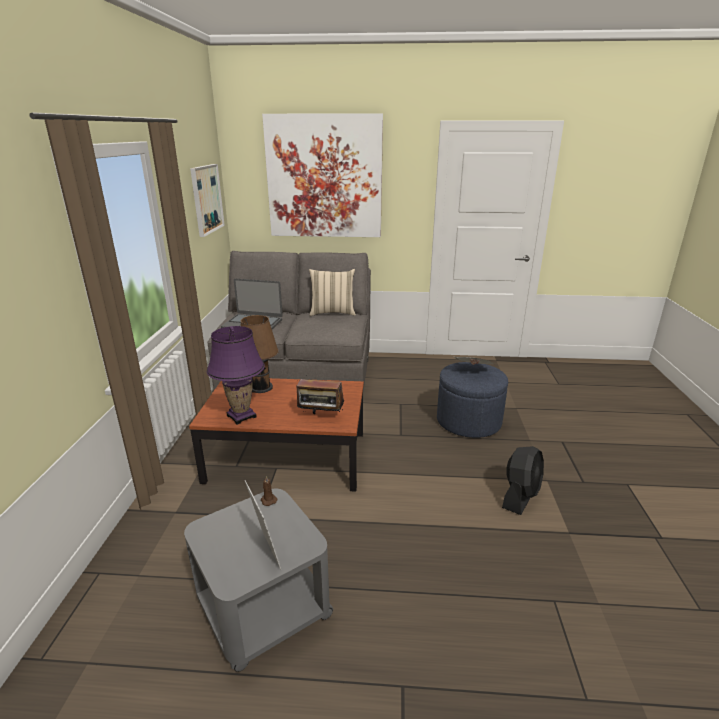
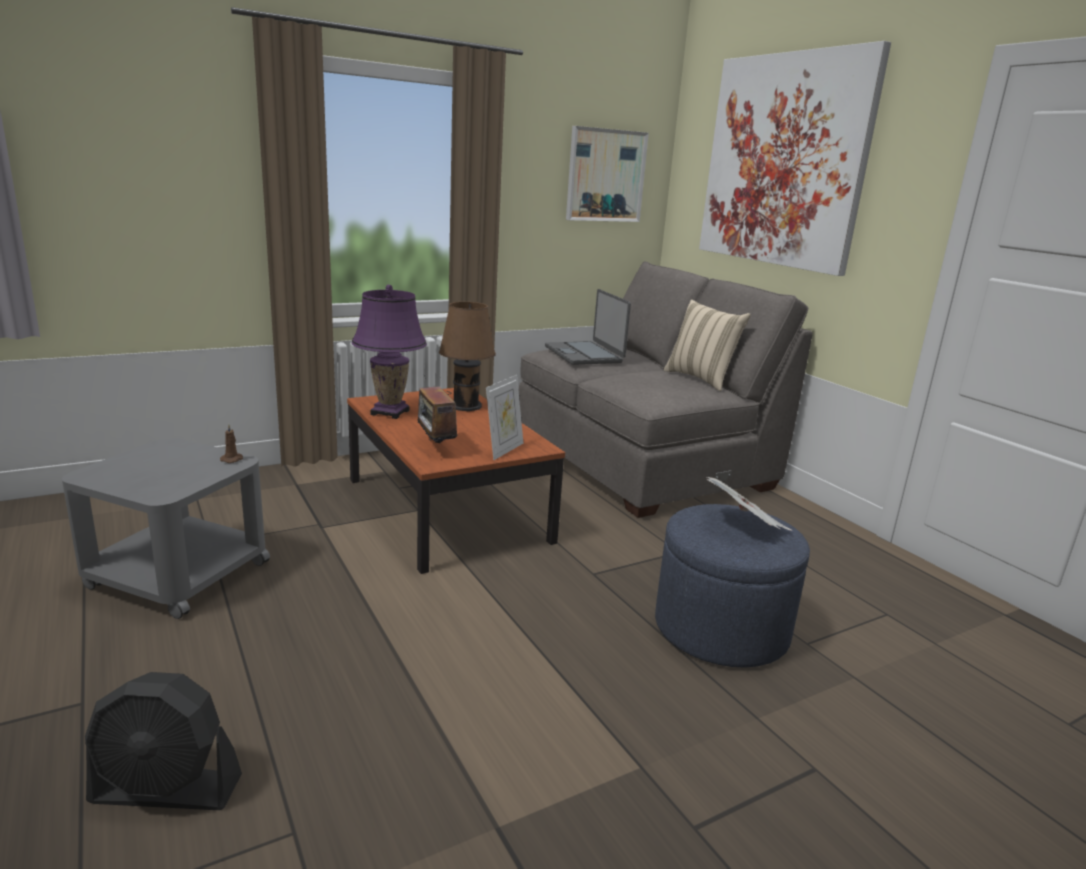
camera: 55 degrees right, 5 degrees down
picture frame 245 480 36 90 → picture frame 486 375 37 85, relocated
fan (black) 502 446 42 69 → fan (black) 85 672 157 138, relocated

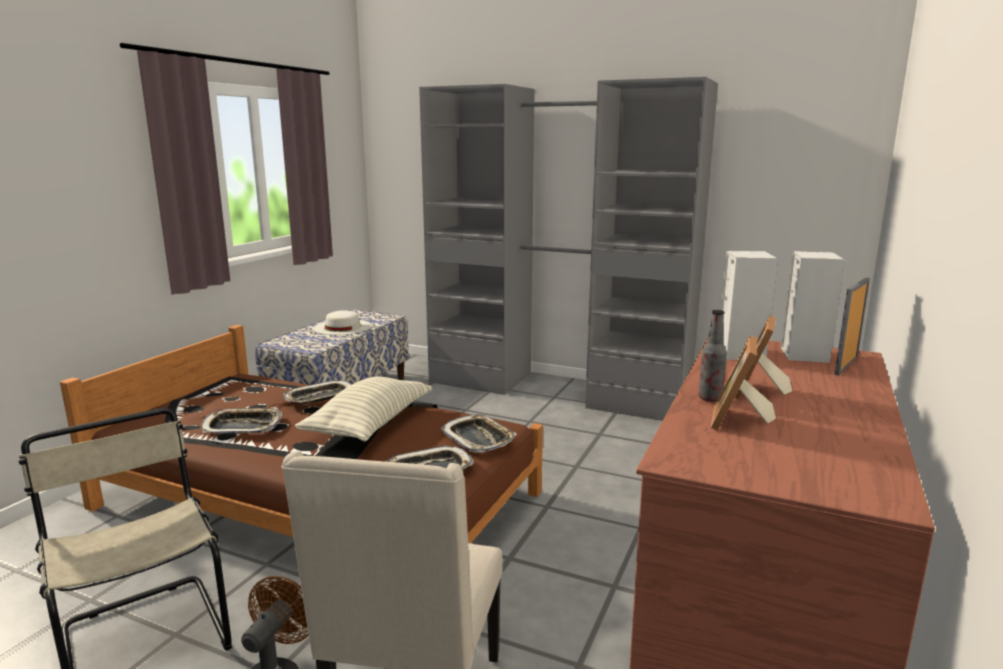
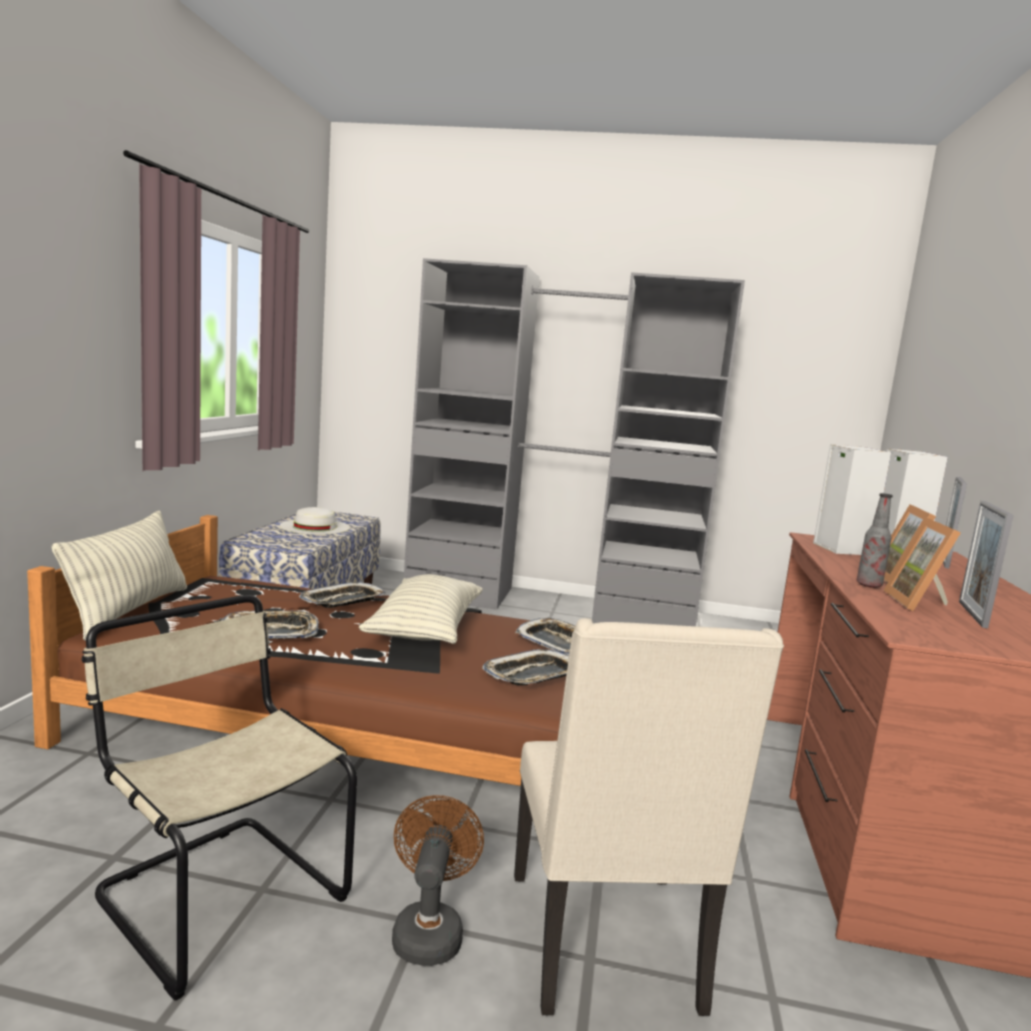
camera: 15 degrees left, 5 degrees down
- → pillow 52 510 135 131
- → picture frame 959 501 54 127

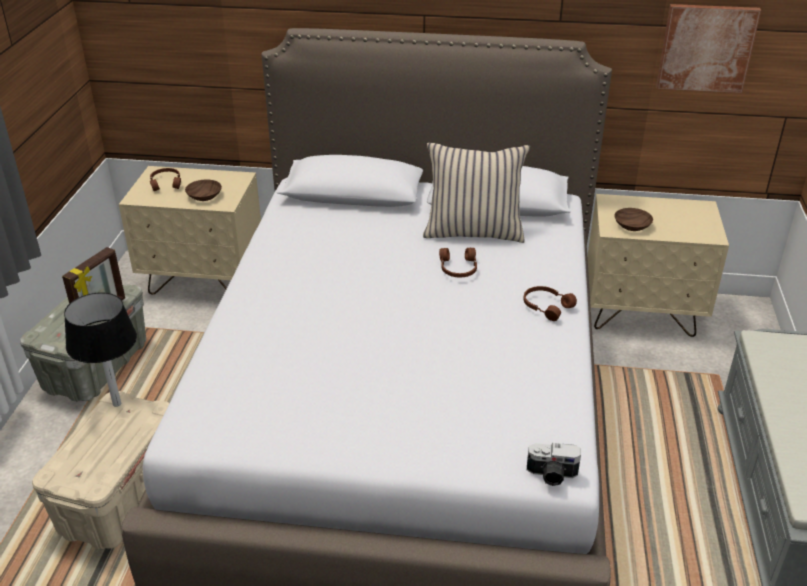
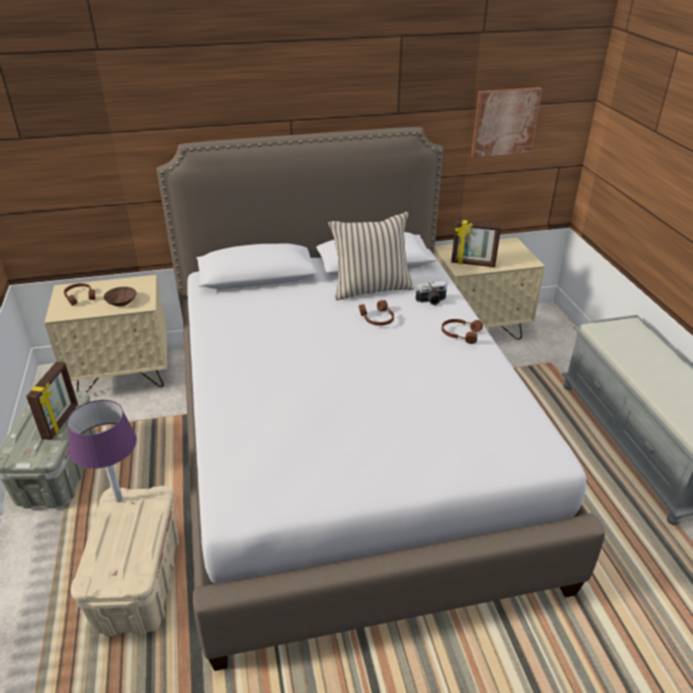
camera: 20 degrees left, 0 degrees up
photo camera 527 443 54 43 → photo camera 416 280 31 25, relocated
bowl (brown) 614 208 39 23 → picture frame 451 219 50 48
table lamp (black) 64 292 73 115 → table lamp (purple) 67 400 70 102

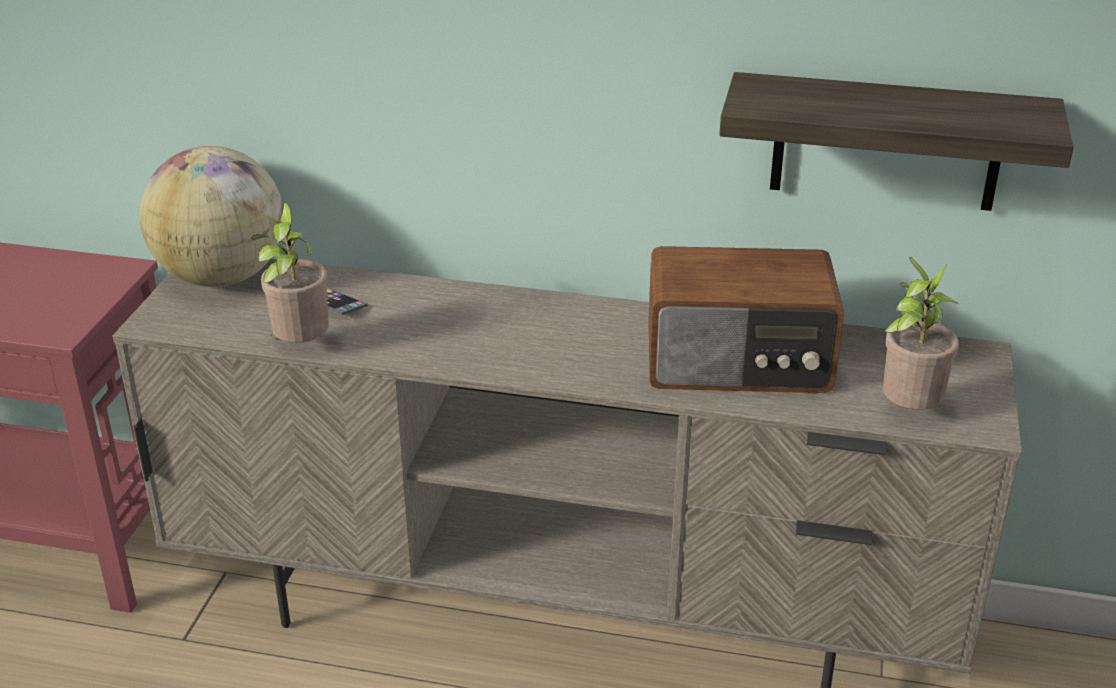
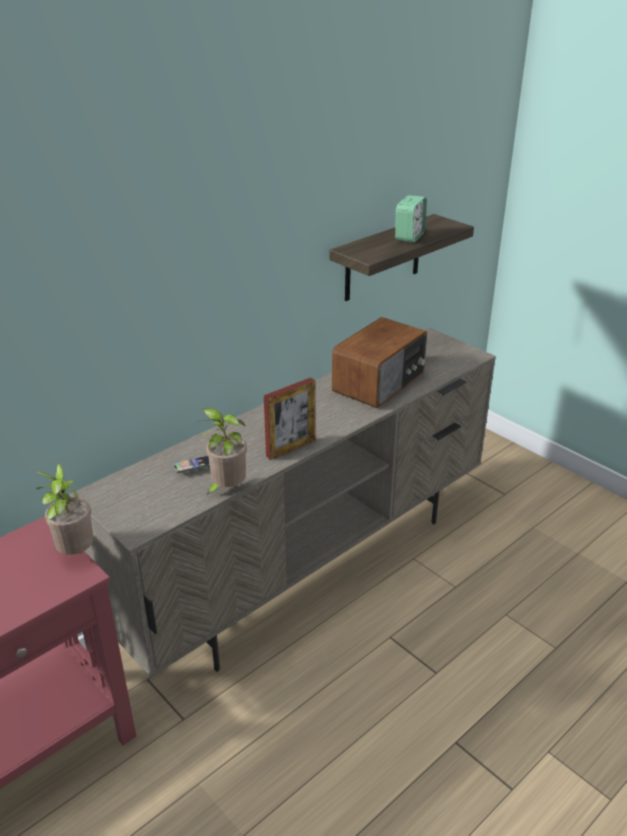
camera: 55 degrees left, 0 degrees up
globe 140 146 144 141 → -
- → picture frame 264 377 52 83
- → alarm clock 395 195 32 48
potted plant 883 257 76 153 → potted plant 35 463 58 92, relocated

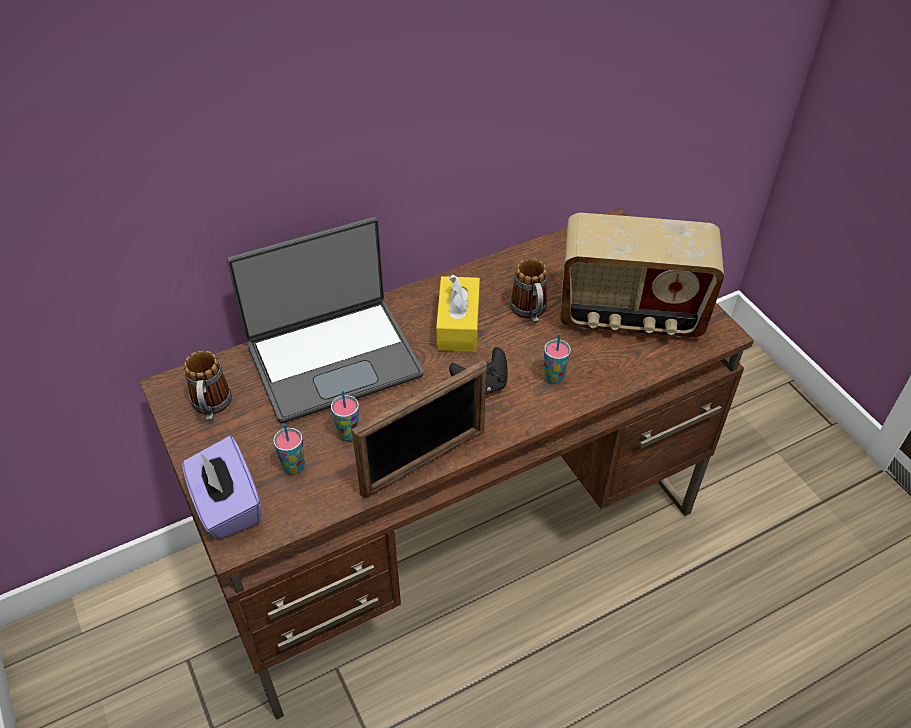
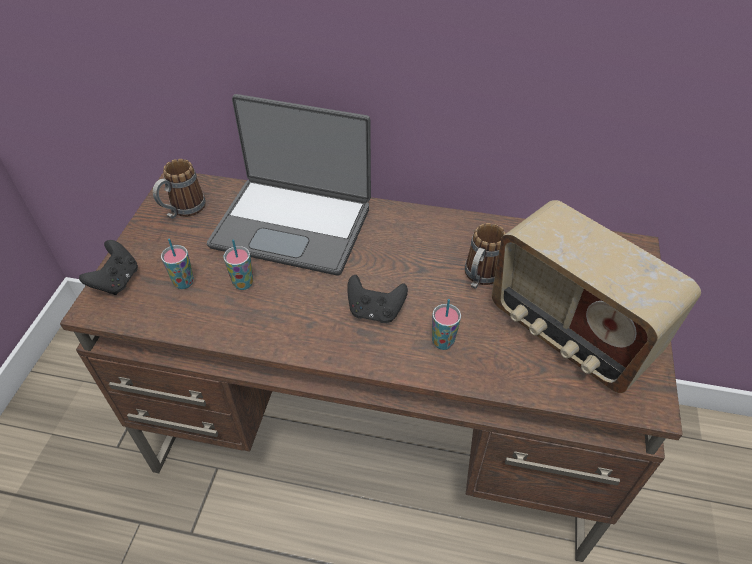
camera: 40 degrees right, 0 degrees up
picture frame 352 360 135 139 → -
tissue box (yellow) 436 275 44 77 → -
tissue box (purple) 182 436 80 103 → game controller (black) 79 240 59 55

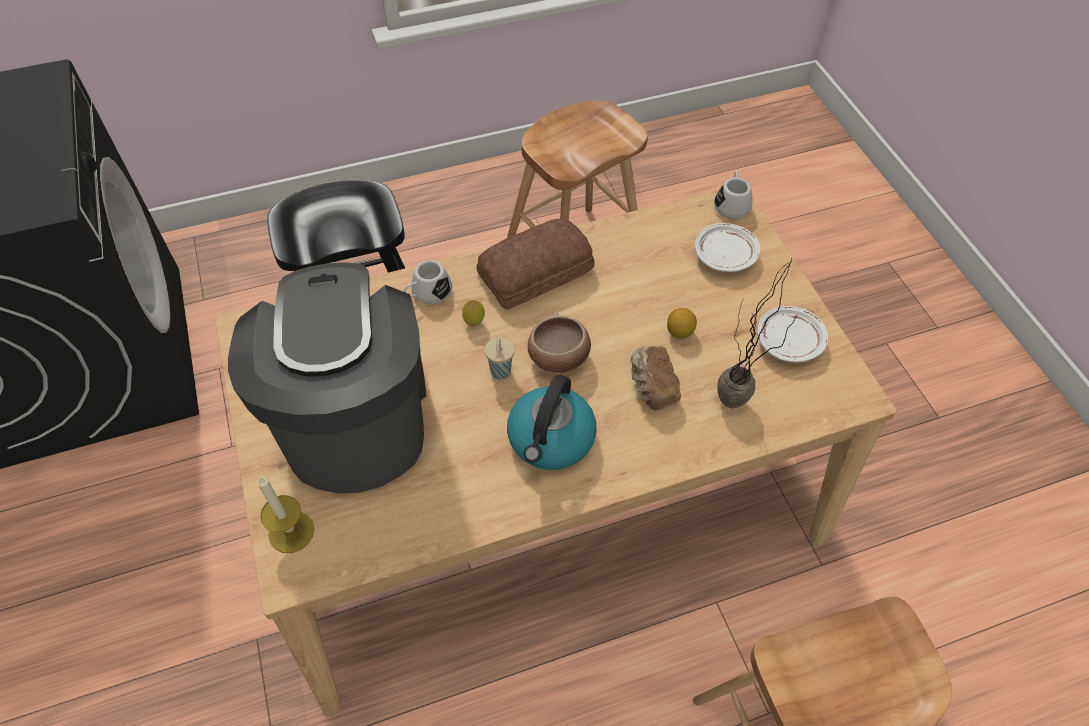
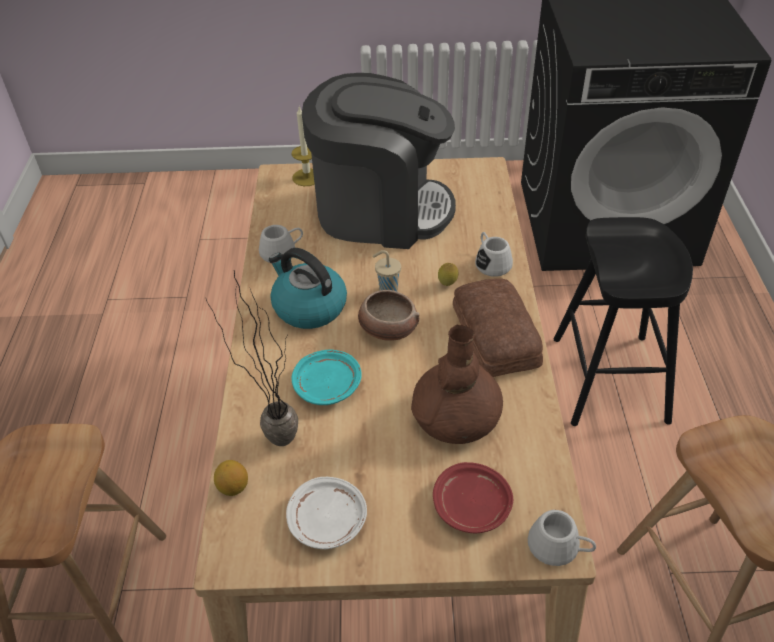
camera: 110 degrees right, 10 degrees down
- → mug (white) 259 225 44 38
- → vase (brown) 411 325 92 119
lemon 667 308 30 31 → lemon 214 460 34 36, relocated
bread 630 346 51 64 → plate (turquoise) 291 350 71 55
plate (white) 695 223 65 49 → plate (red) 433 462 80 72

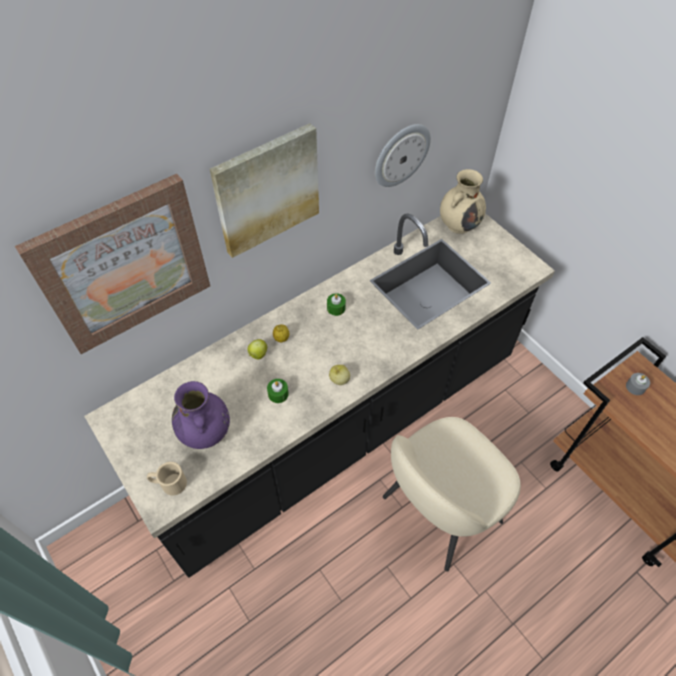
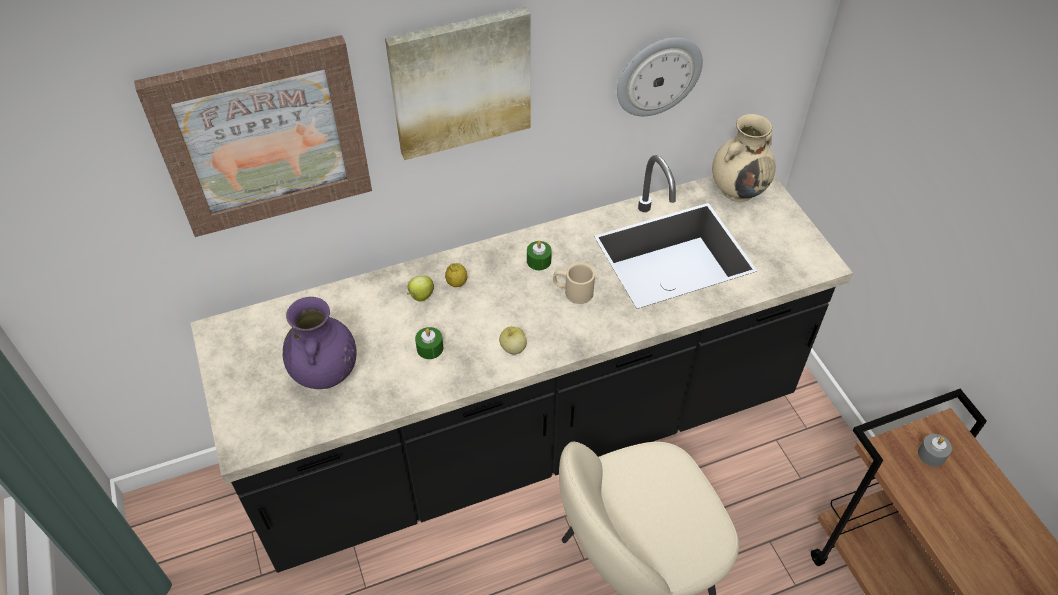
camera: 15 degrees right, 5 degrees down
mug (beige) 147 462 40 34 → mug (beige) 553 263 42 41, relocated

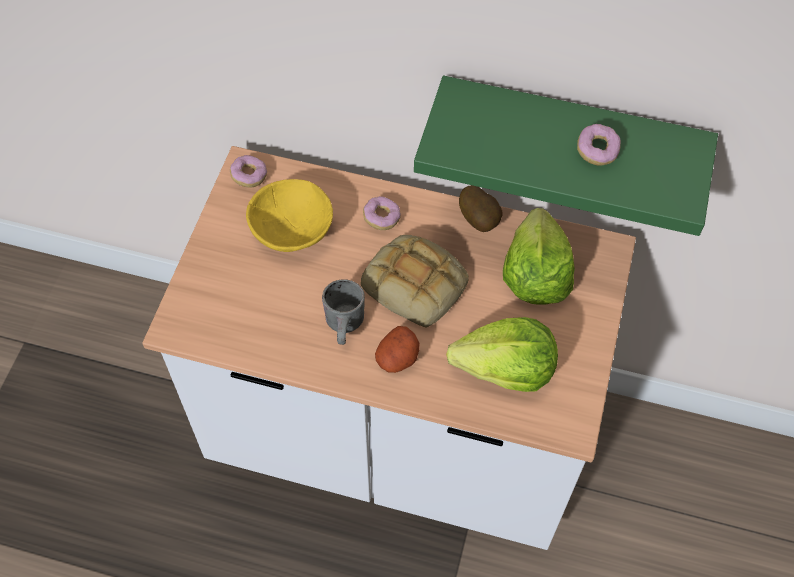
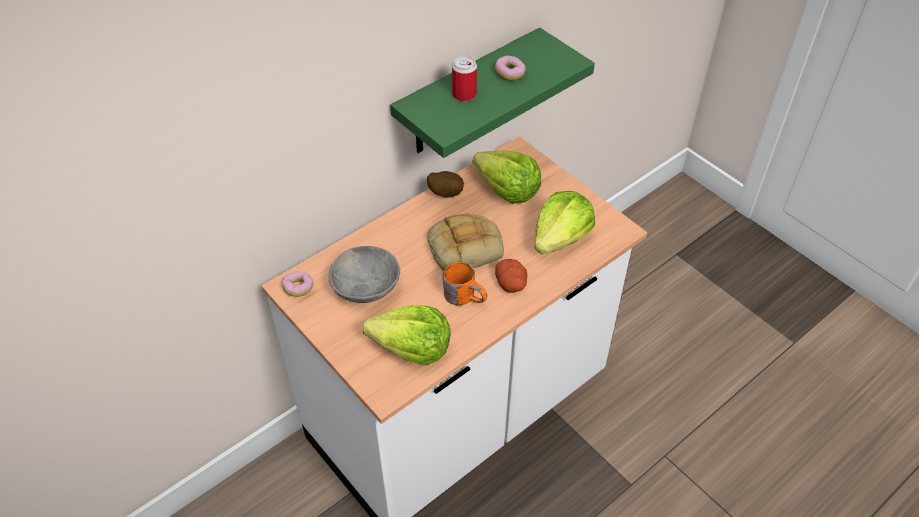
camera: 55 degrees left, 10 degrees down
donut 363 196 38 34 → -
- → lettuce 363 305 87 60
- → can 452 55 25 47
bowl (yellow) 246 179 87 73 → bowl (grey) 328 246 72 57
mug (grey) 322 279 43 66 → mug (orange) 442 261 45 45

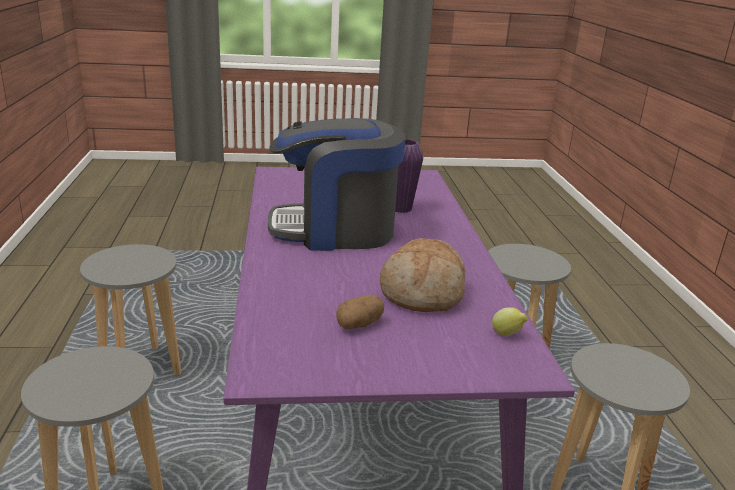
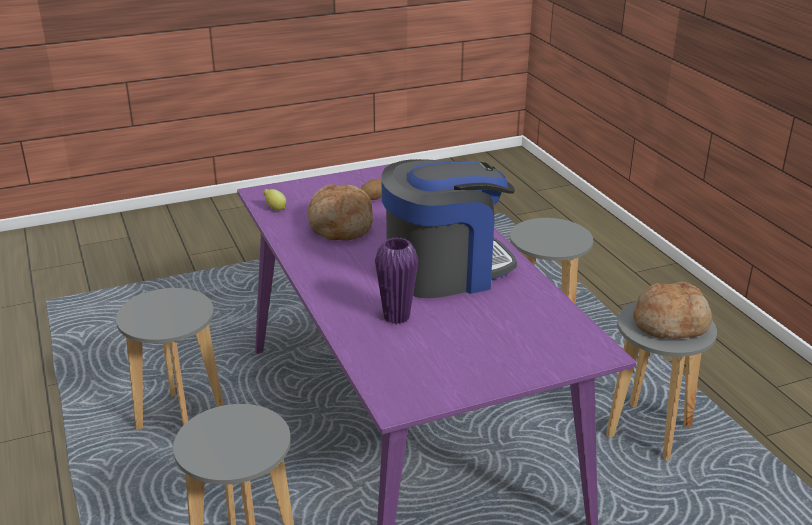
camera: 165 degrees right, 5 degrees up
- → bread 633 282 79 57

